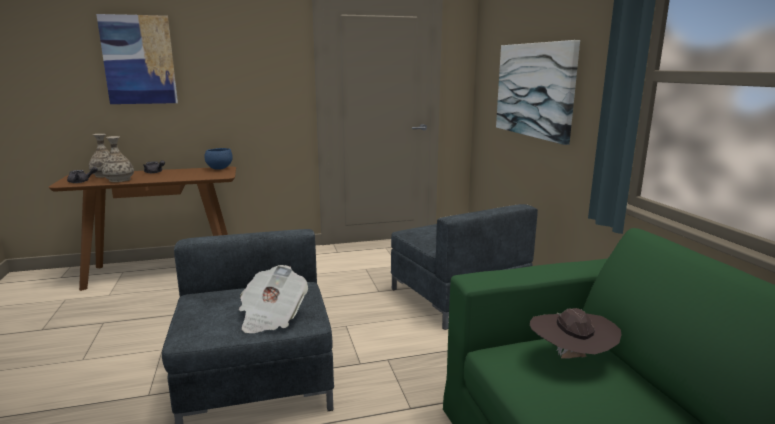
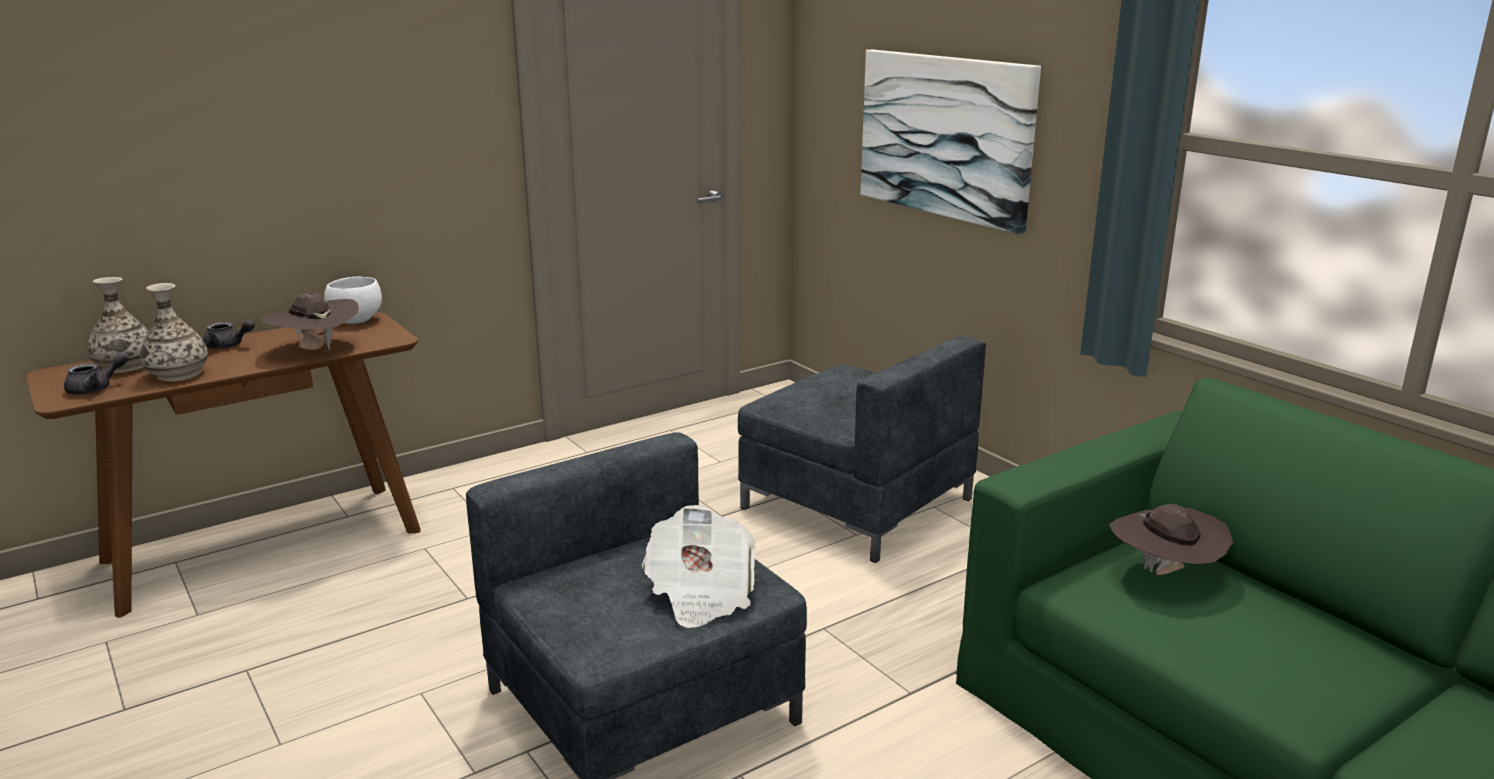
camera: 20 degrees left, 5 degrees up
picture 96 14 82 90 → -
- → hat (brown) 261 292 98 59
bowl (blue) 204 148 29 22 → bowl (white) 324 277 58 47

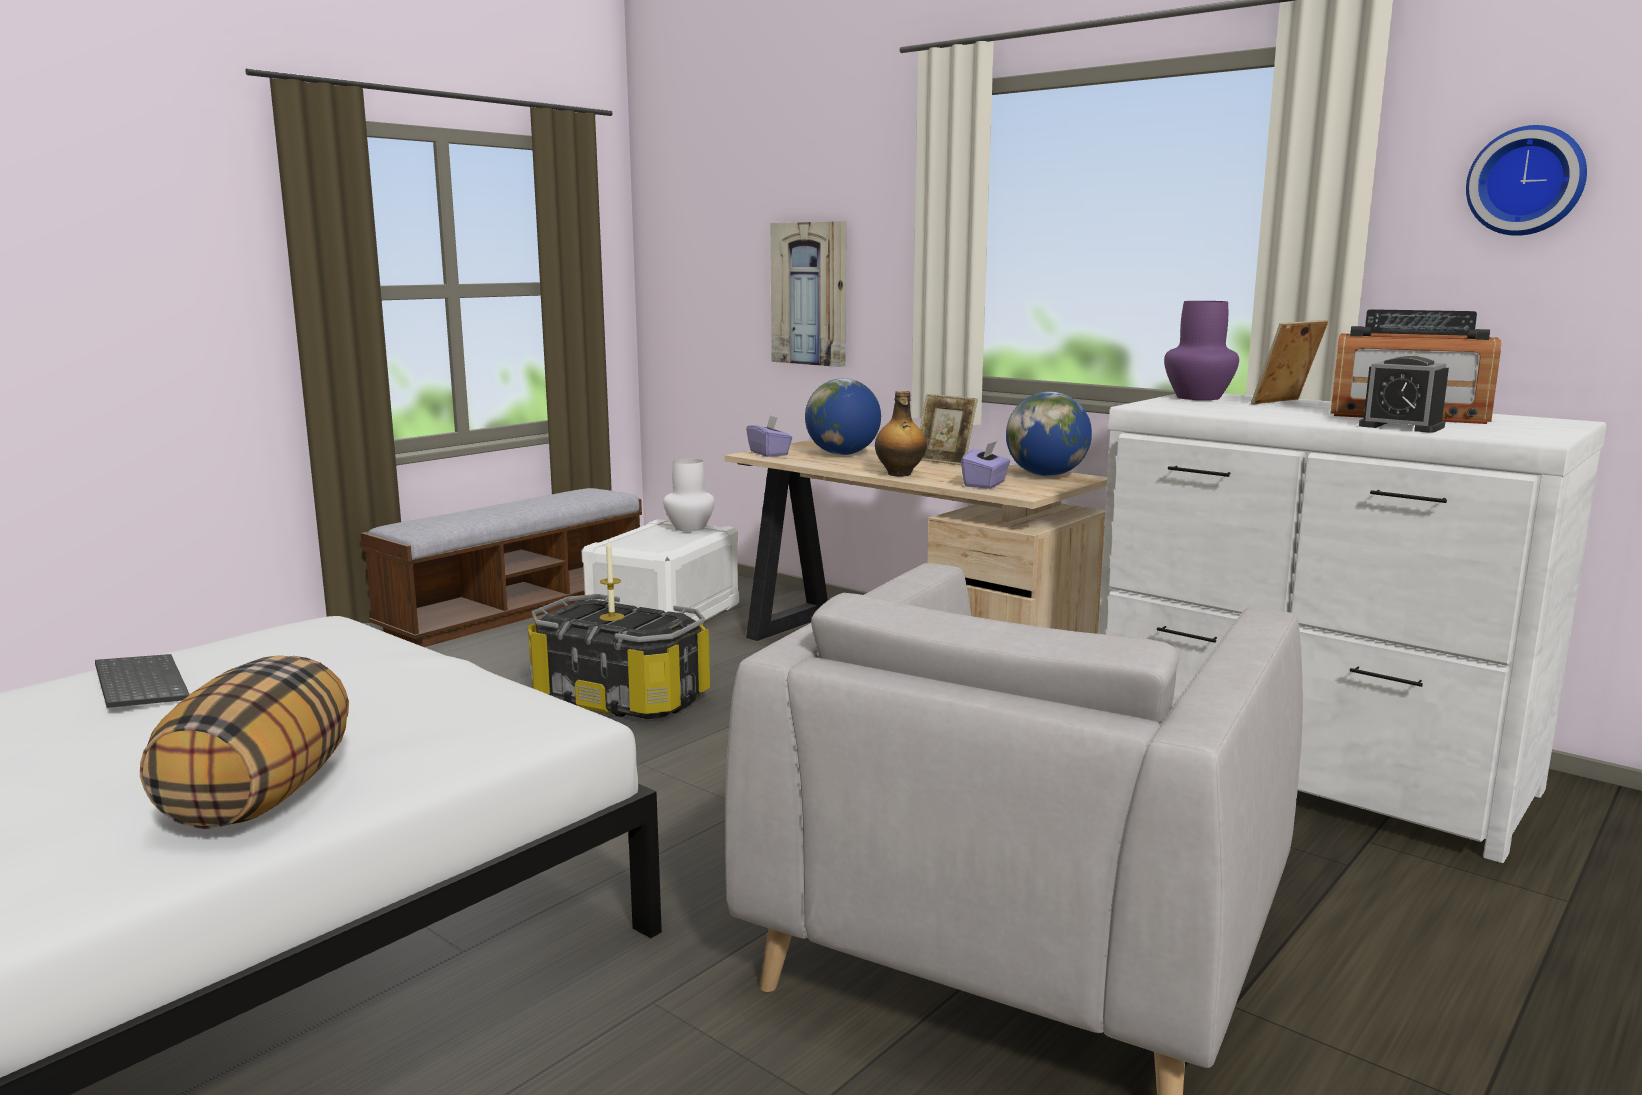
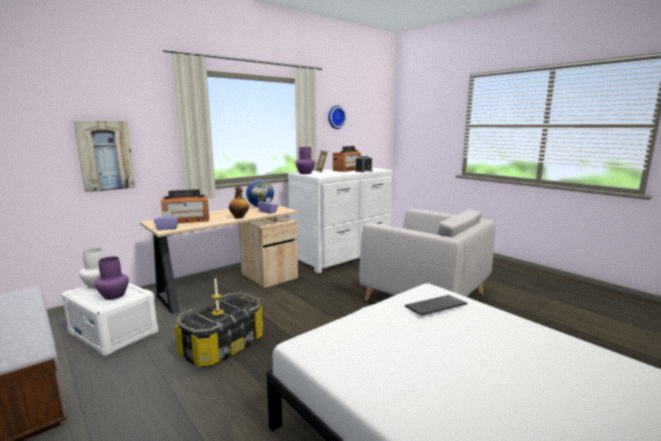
camera: 80 degrees left, 0 degrees up
pillow 140 655 209 174 → -
picture frame 920 394 58 71 → -
- → vase (purple) 95 256 34 44
keyboard 95 654 95 54 → keyboard 405 295 62 21, relocated
globe 805 378 76 77 → radio 161 189 48 35

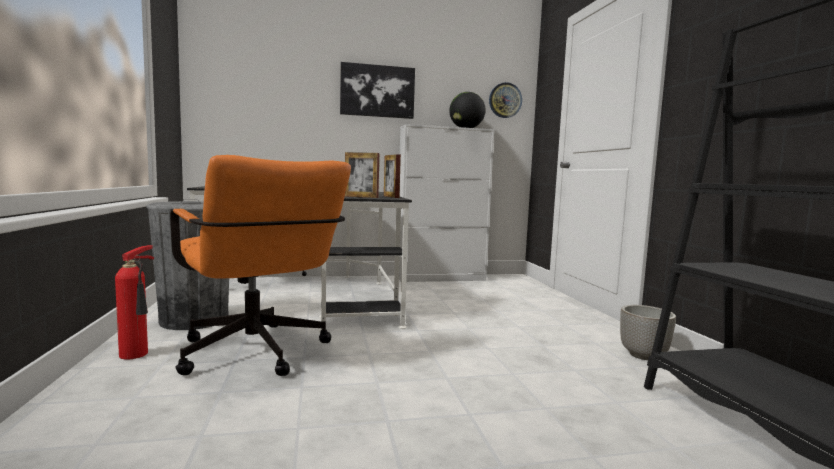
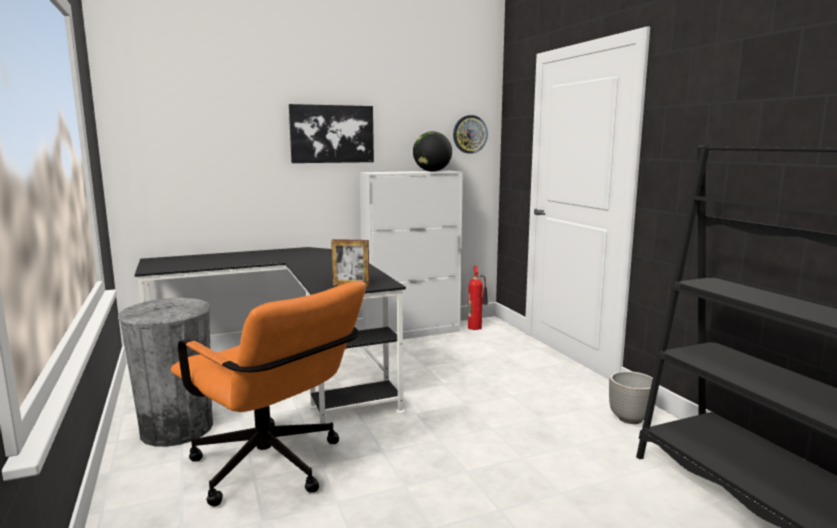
camera: 10 degrees left, 5 degrees up
picture frame 384 154 17 44 → -
fire extinguisher 115 245 40 114 → fire extinguisher 468 266 20 64, relocated

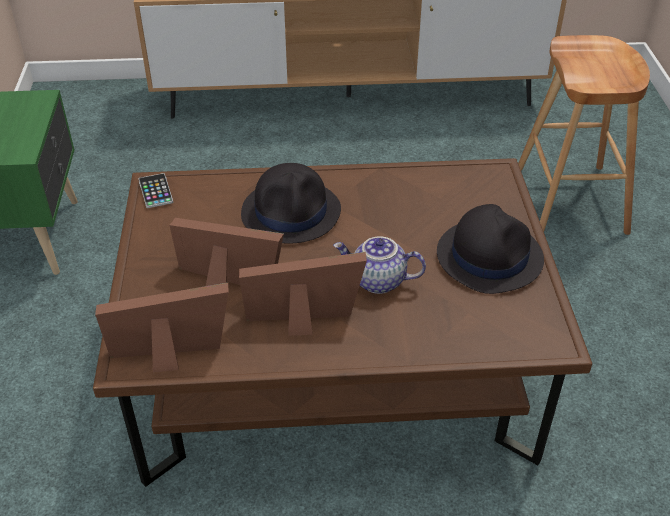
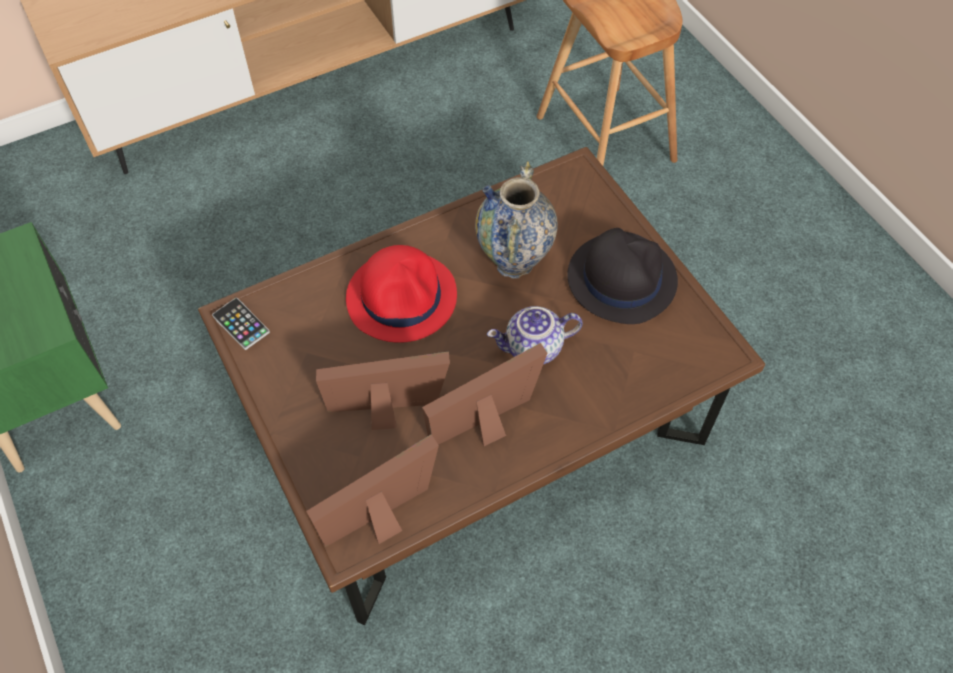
camera: 25 degrees left, 15 degrees up
- → vase 475 161 83 118
hat (black) 241 163 100 81 → hat (red) 346 245 111 98

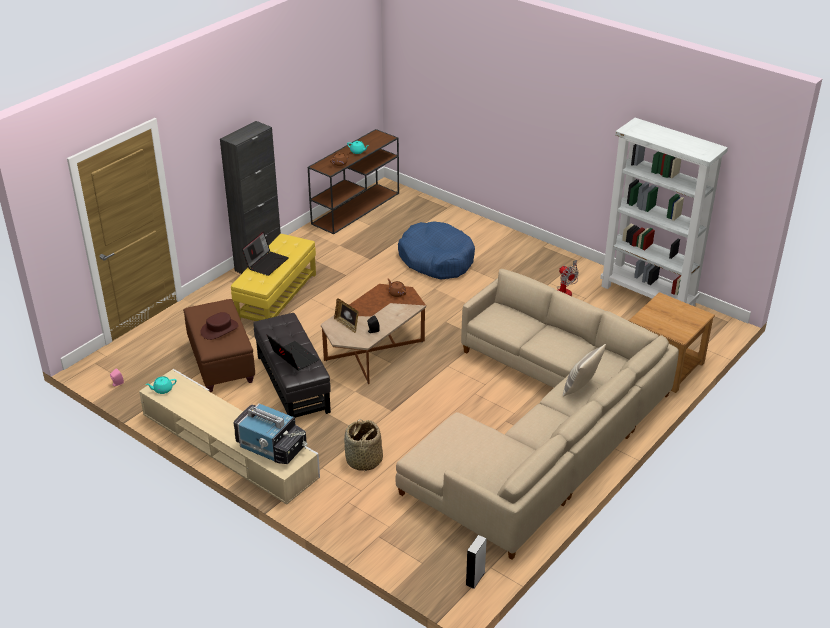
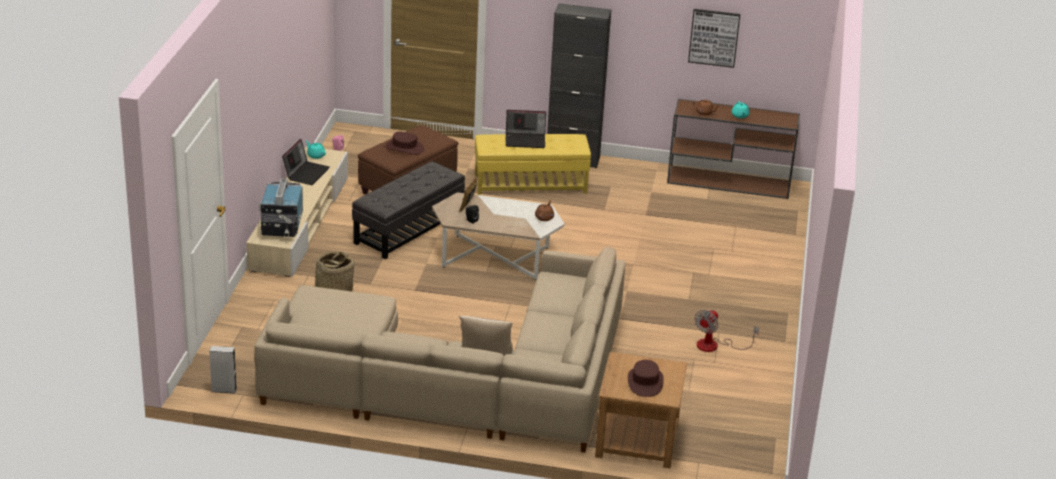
camera: 60 degrees right, 5 degrees down
dog bed (blue) 398 221 77 59 → -
bookcase (white) 600 118 128 188 → -
- → hat (brown) 628 360 36 37
- → picture 688 9 52 59
laptop 267 334 52 37 → laptop 282 139 48 46, relocated
coffee table (brown) 321 284 105 100 → coffee table (white) 432 192 133 88

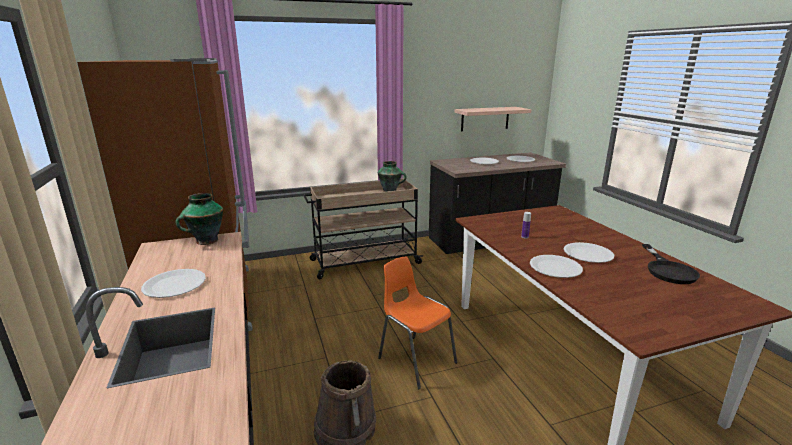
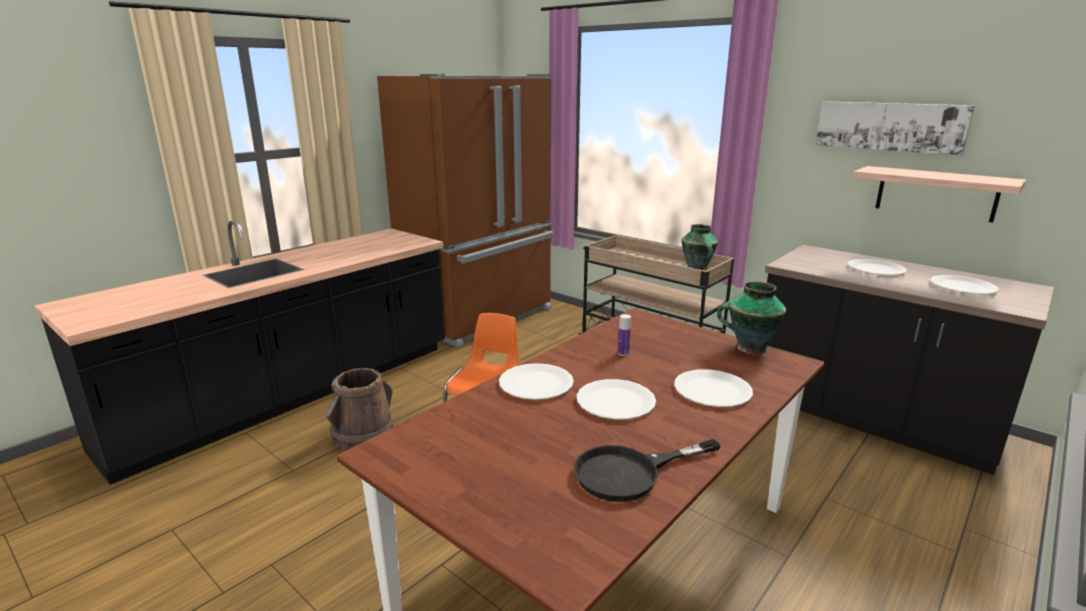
camera: 60 degrees right, 0 degrees up
- → picture 816 101 159 54
plate (white) 141 269 65 29 → plate (white) 674 369 79 38, relocated
vase 175 193 48 52 → vase 717 281 69 73, relocated

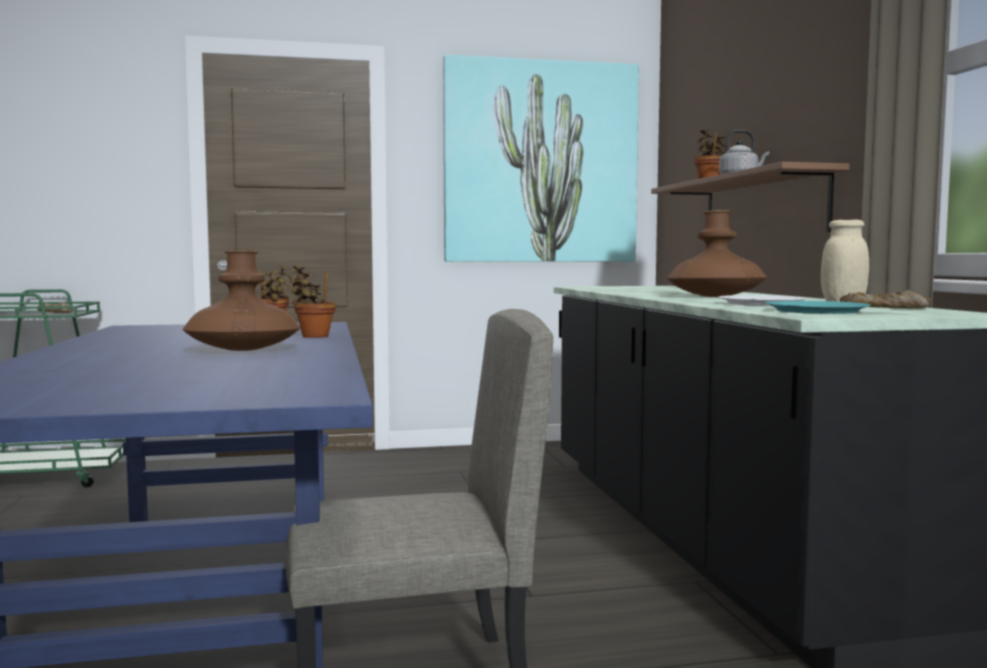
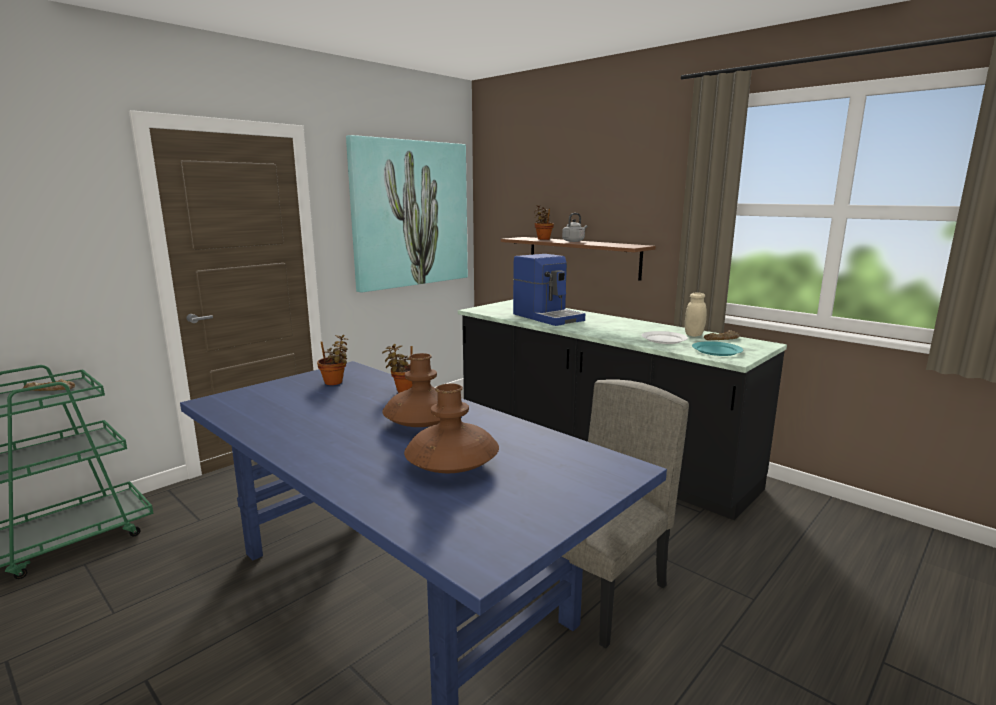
camera: 35 degrees left, 10 degrees up
- → coffee machine 513 254 72 72
vase (brown) 667 210 100 87 → vase (brown) 404 384 95 89, relocated

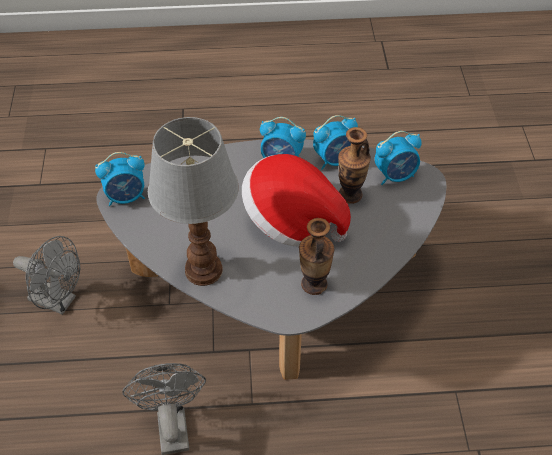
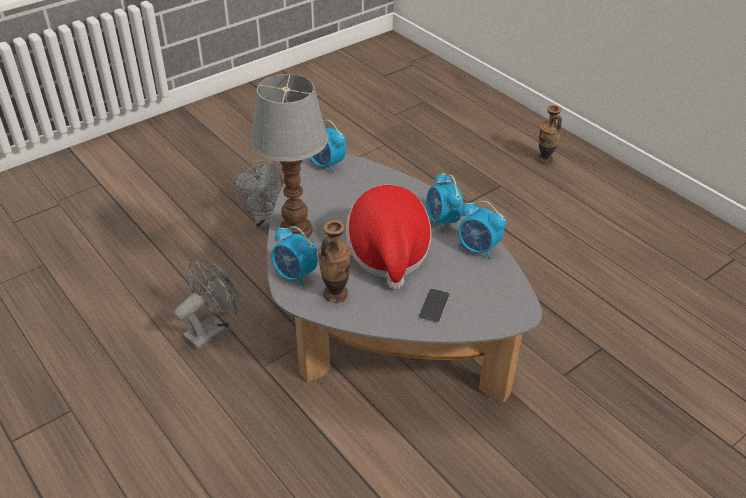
camera: 55 degrees right, 10 degrees down
- → phone 418 289 32 35
vase 338 127 33 77 → vase 537 105 25 59, relocated
alarm clock 375 131 47 54 → alarm clock 271 226 47 61, relocated

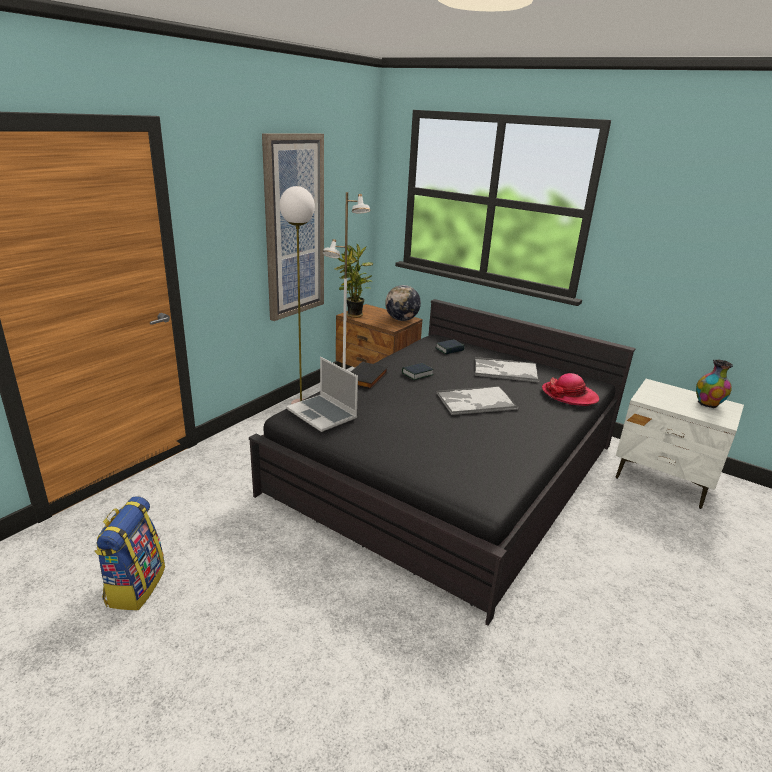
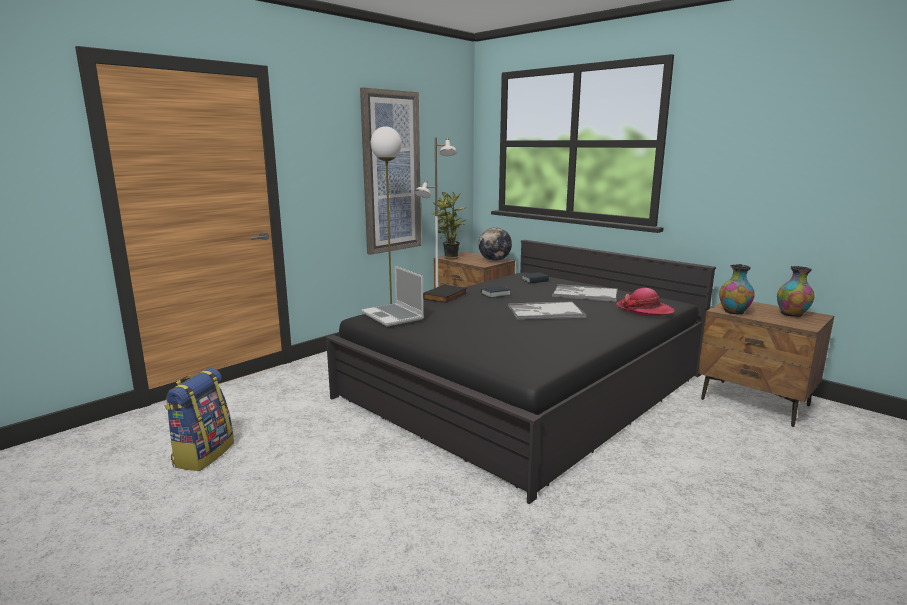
camera: 10 degrees right, 10 degrees down
- → vase 719 264 36 51
nightstand (white) 616 379 128 130 → nightstand (brown) 698 302 136 125

